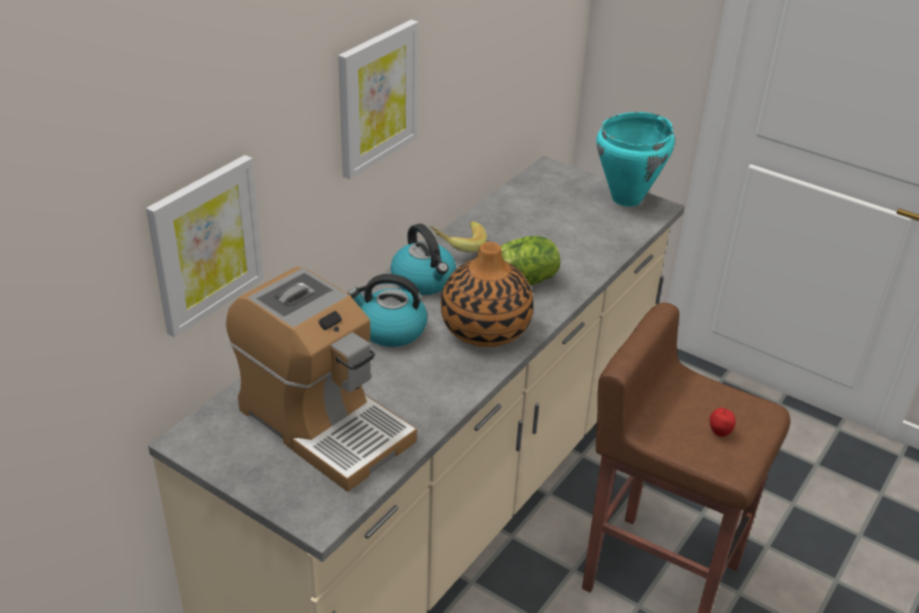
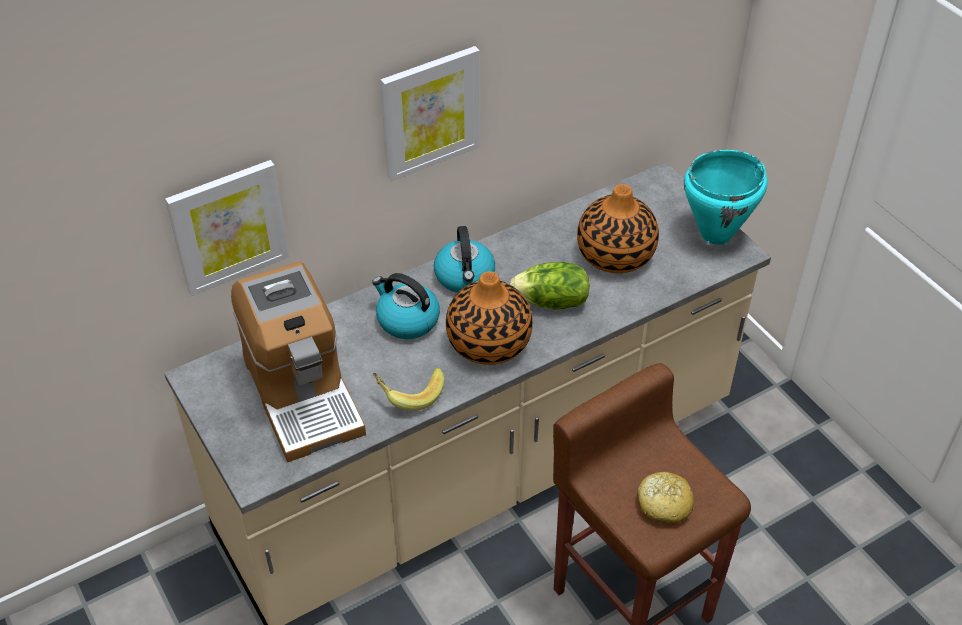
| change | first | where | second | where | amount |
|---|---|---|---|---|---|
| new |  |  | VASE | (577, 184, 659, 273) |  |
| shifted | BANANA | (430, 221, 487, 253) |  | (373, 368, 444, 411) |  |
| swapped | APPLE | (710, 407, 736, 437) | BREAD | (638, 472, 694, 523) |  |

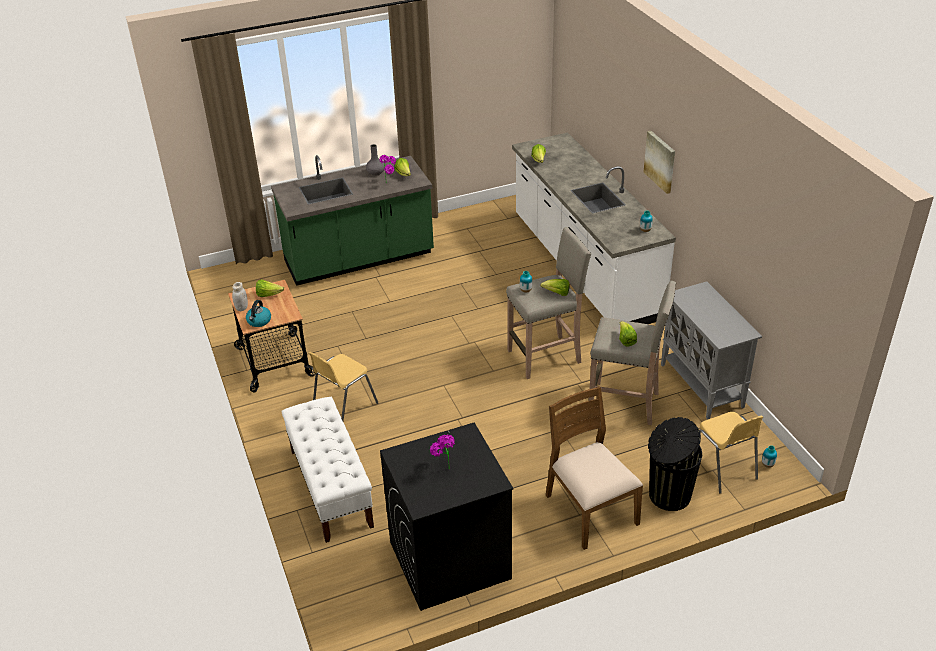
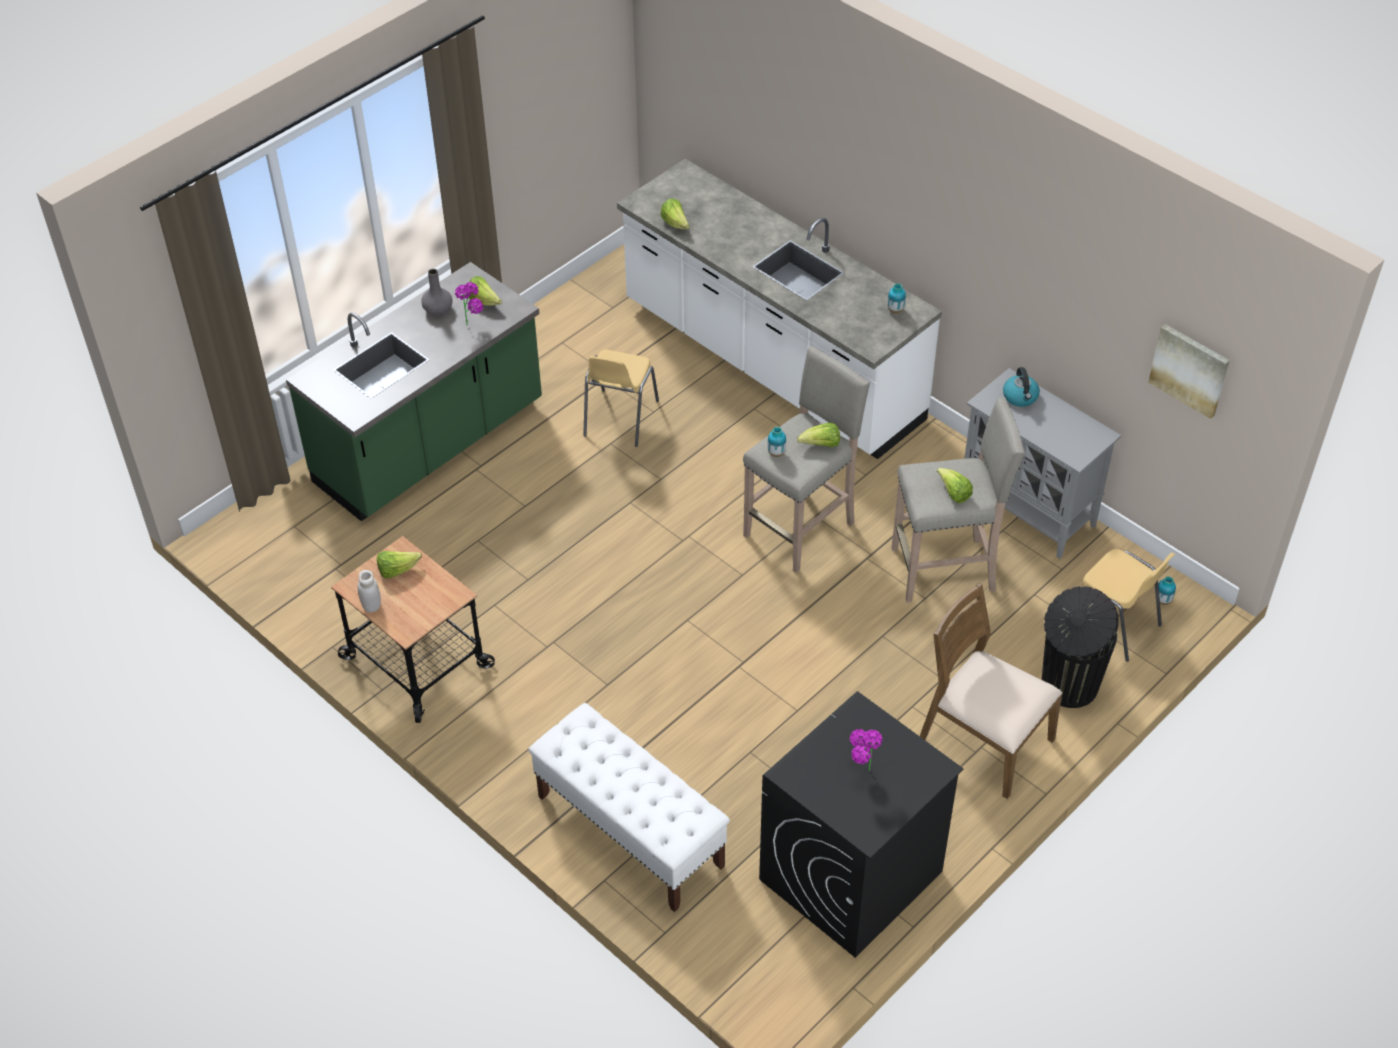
| change | first | where | second | where | amount |
|---|---|---|---|---|---|
| shifted | KETTLE | (246, 300, 271, 327) |  | (1003, 367, 1040, 407) |  |
| shifted | YELLOW CHAIR | (309, 352, 379, 421) |  | (583, 350, 659, 447) |  |
| shifted | PICTURE | (644, 131, 675, 194) |  | (1148, 324, 1230, 419) |  |

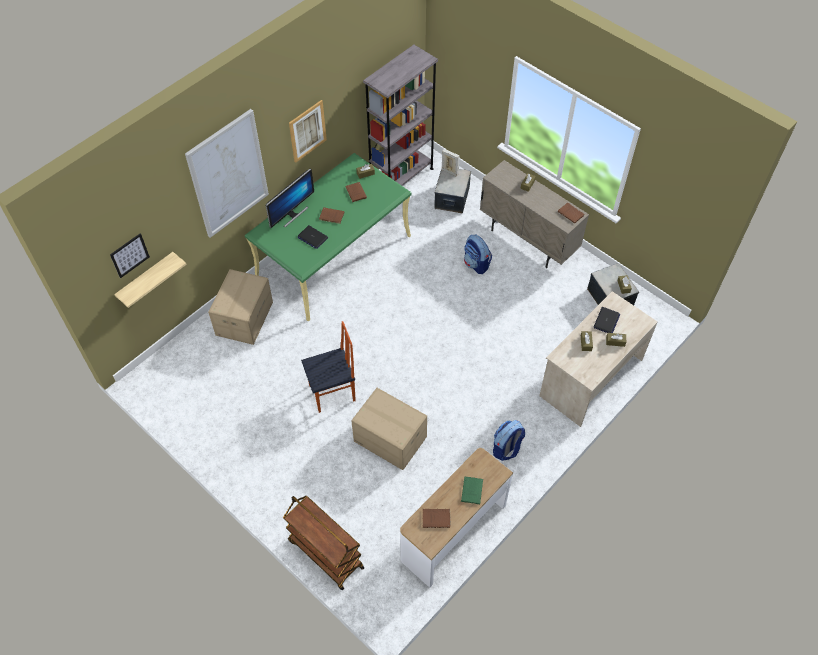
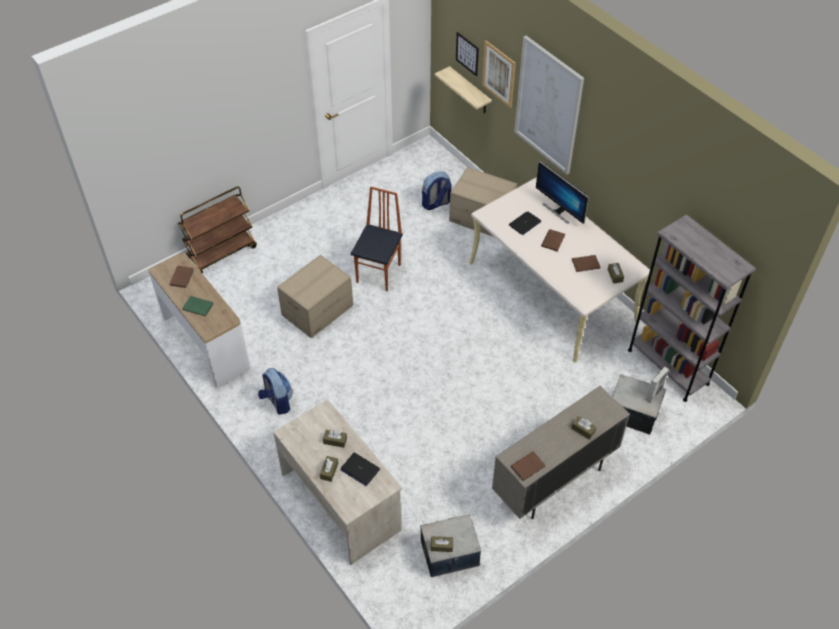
| change | first | where | second | where | amount |
|---|---|---|---|---|---|
| shifted | PICTURE | (289, 100, 327, 163) |  | (482, 41, 516, 108) |  |
| shifted | BACKPACK | (464, 234, 492, 274) |  | (422, 172, 451, 210) |  |
| repainted | GREEN DESK | (245, 153, 412, 322) | BEIGE DESK | (469, 177, 650, 363) |  |
| rotated | CHAIR | (301, 321, 356, 413) |  | (351, 186, 403, 291) | 150 degrees counterclockwise |

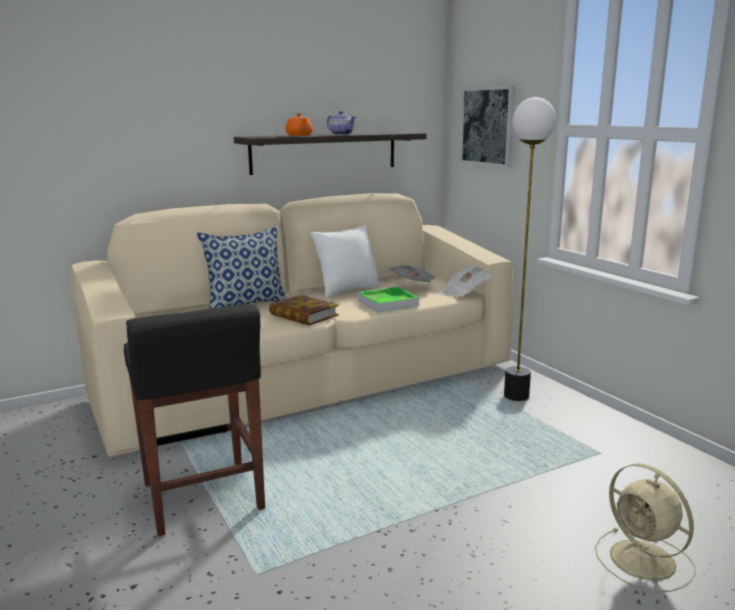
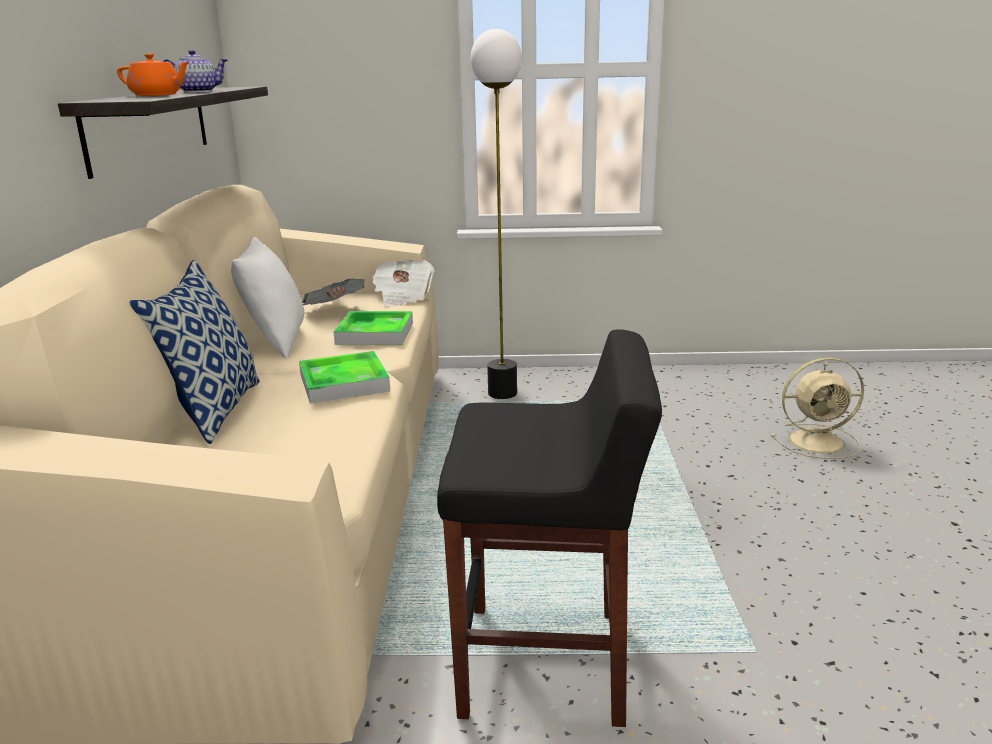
| change | first | where | second | where | amount |
|---|---|---|---|---|---|
| gone | PICTURE | (460, 86, 516, 167) |  |  |  |
| swapped | BOOK | (269, 295, 339, 325) | TRAY | (299, 351, 390, 403) |  |

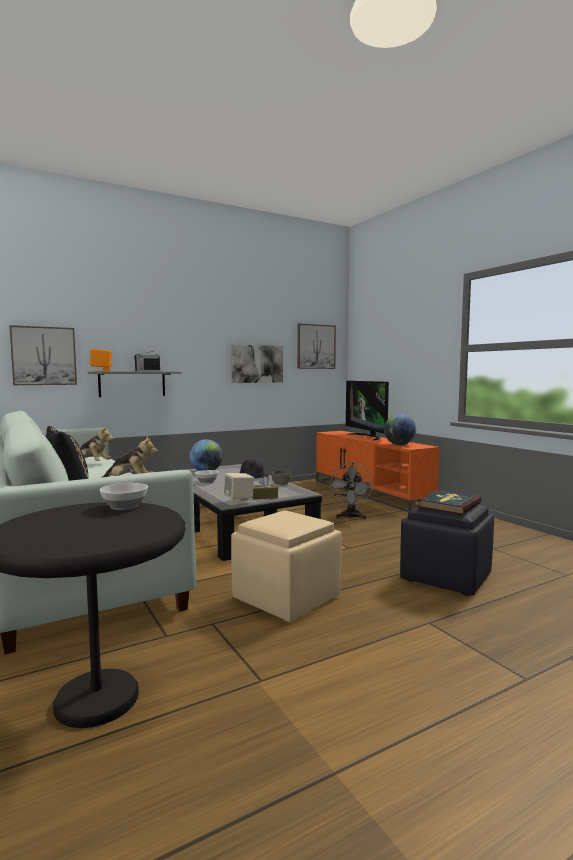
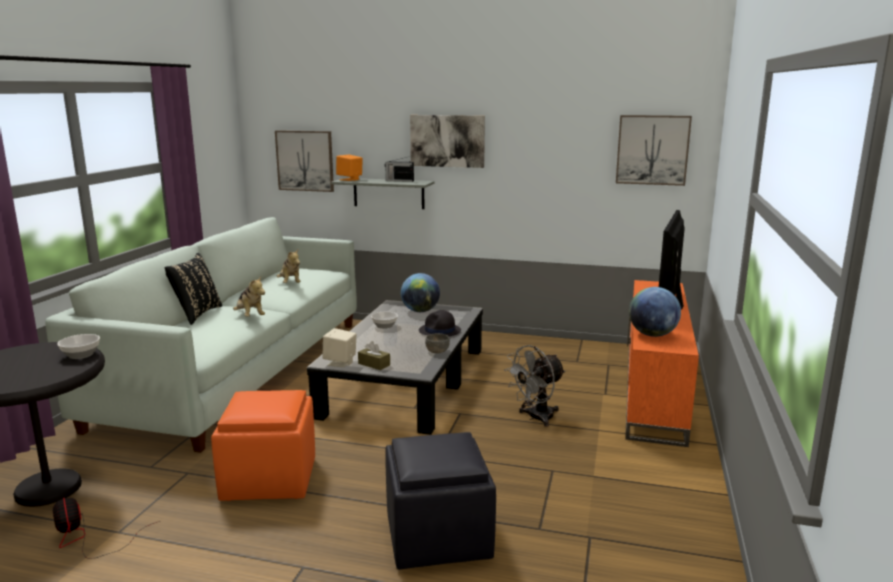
| change | first | where | second | where | amount |
|---|---|---|---|---|---|
| gone | BOOK | (419, 490, 481, 515) |  |  |  |
| new |  |  | FAN | (53, 497, 160, 559) |  |
| shifted | PICTURE | (231, 344, 283, 383) |  | (410, 115, 485, 168) |  |
| repainted | BEIGE OTTOMAN | (231, 510, 342, 622) | ORANGE OTTOMAN | (211, 390, 315, 501) |  |

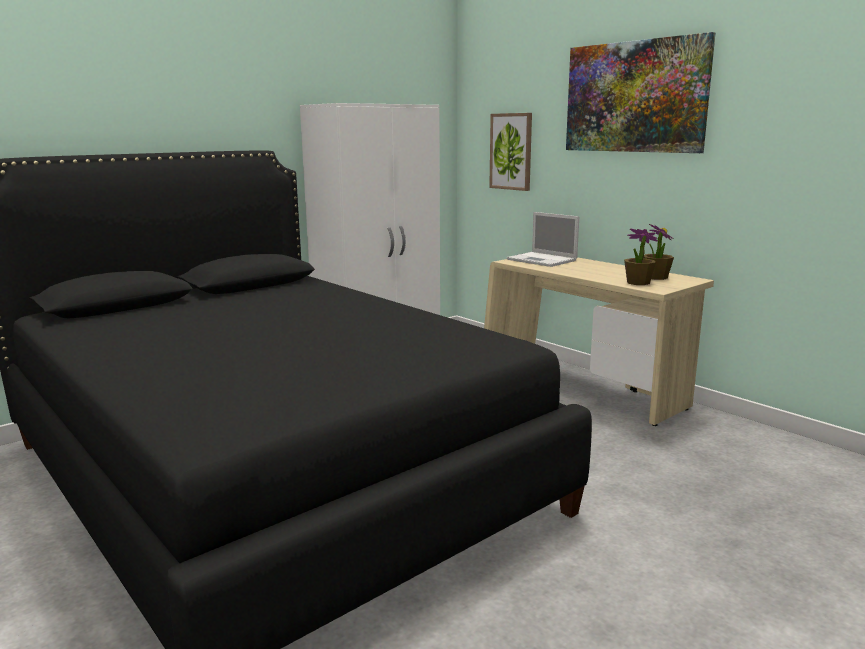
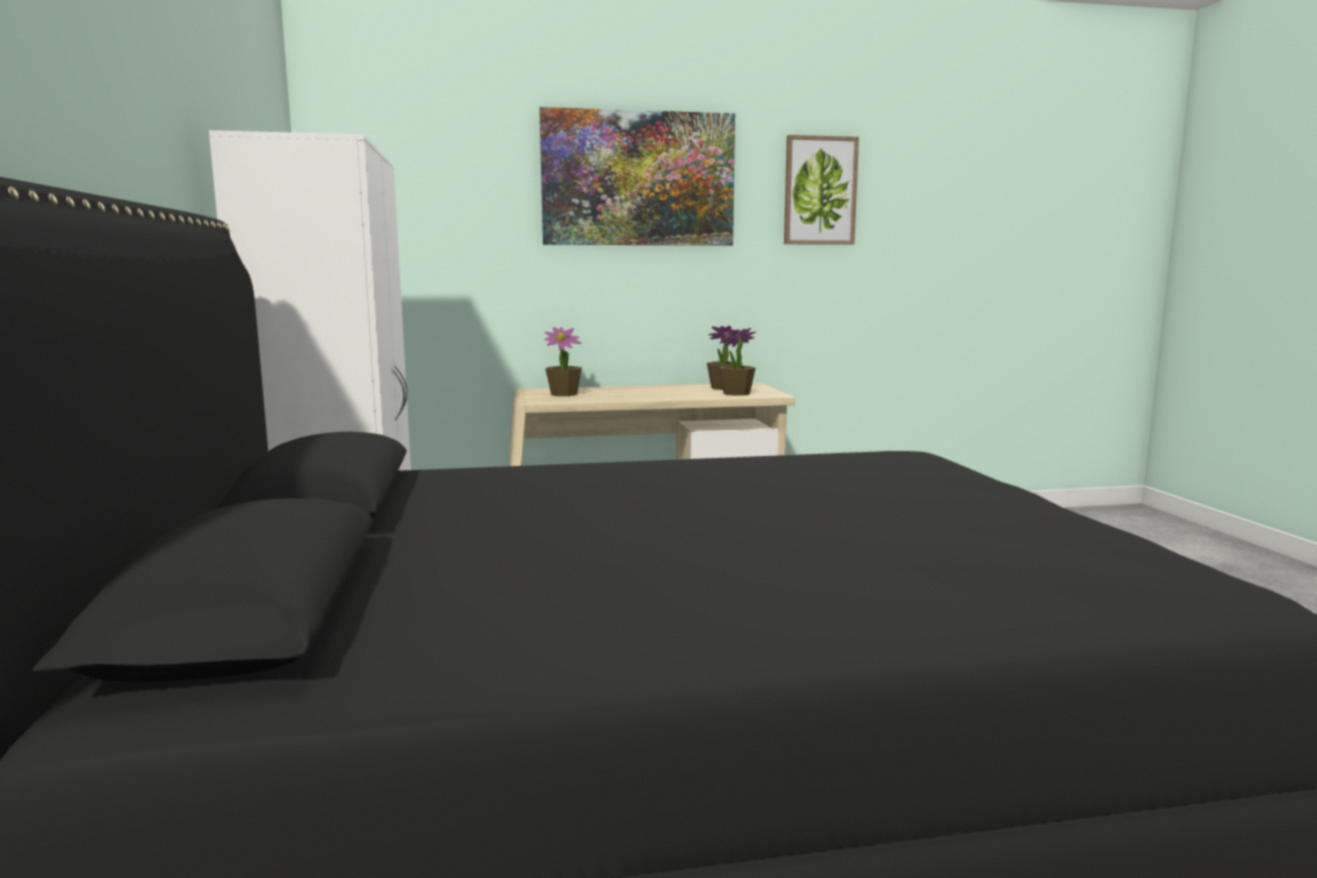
| change | first | where | second | where | amount |
|---|---|---|---|---|---|
| shifted | PICTURE | (489, 113, 532, 191) |  | (784, 135, 859, 245) |  |
| swapped | LAPTOP | (507, 212, 579, 267) | POTTED PLANT | (544, 327, 582, 396) |  |

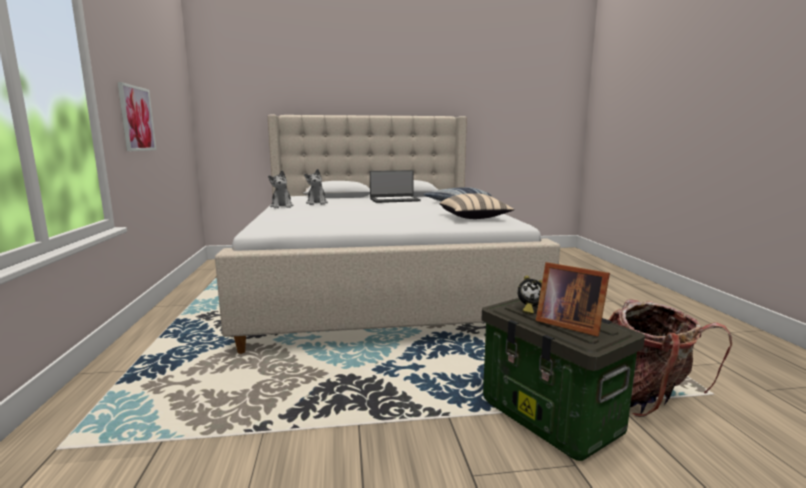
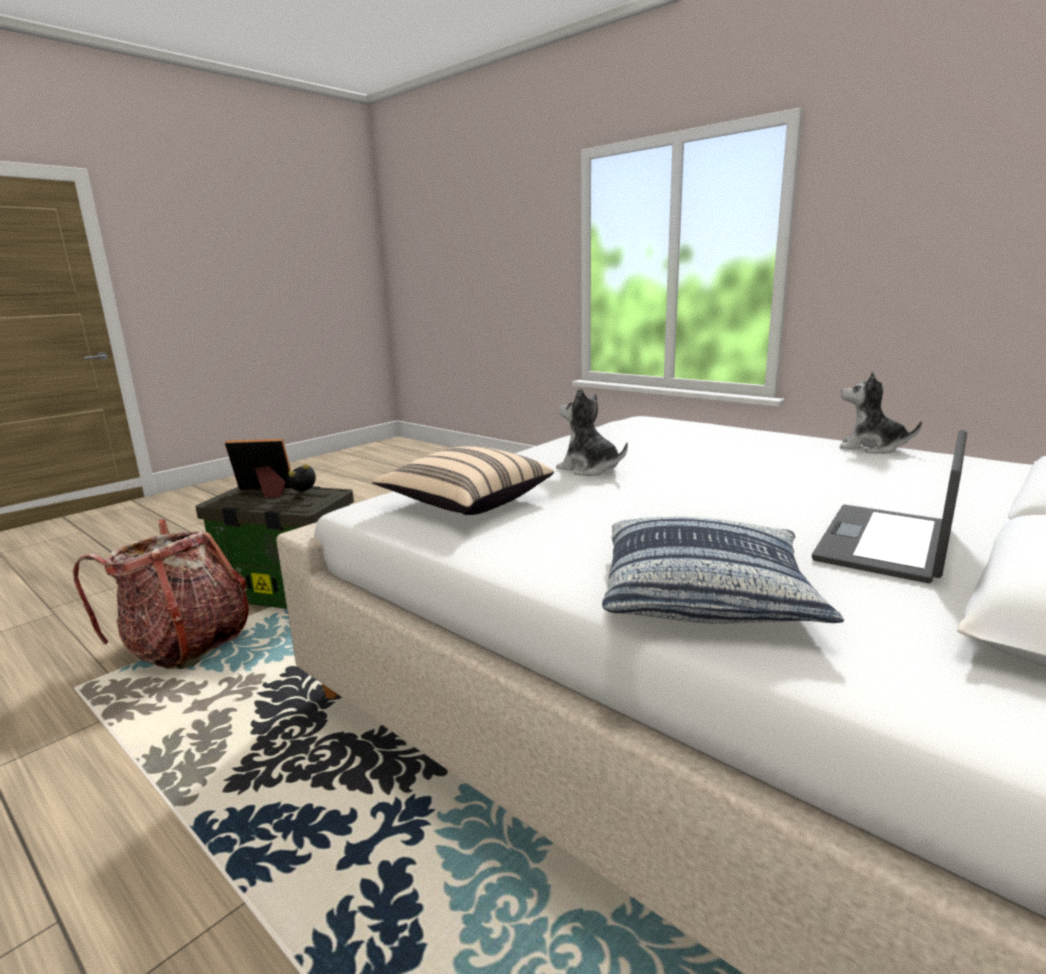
| change | first | where | second | where | amount |
|---|---|---|---|---|---|
| gone | PICTURE | (118, 82, 156, 151) |  |  |  |
| shifted | PLUSH TOY | (304, 169, 328, 205) |  | (556, 388, 628, 476) |  |

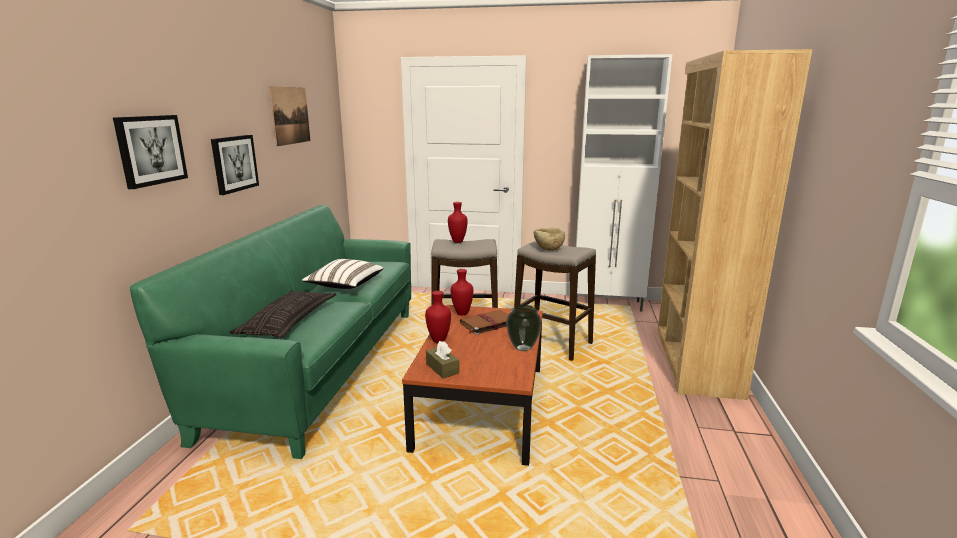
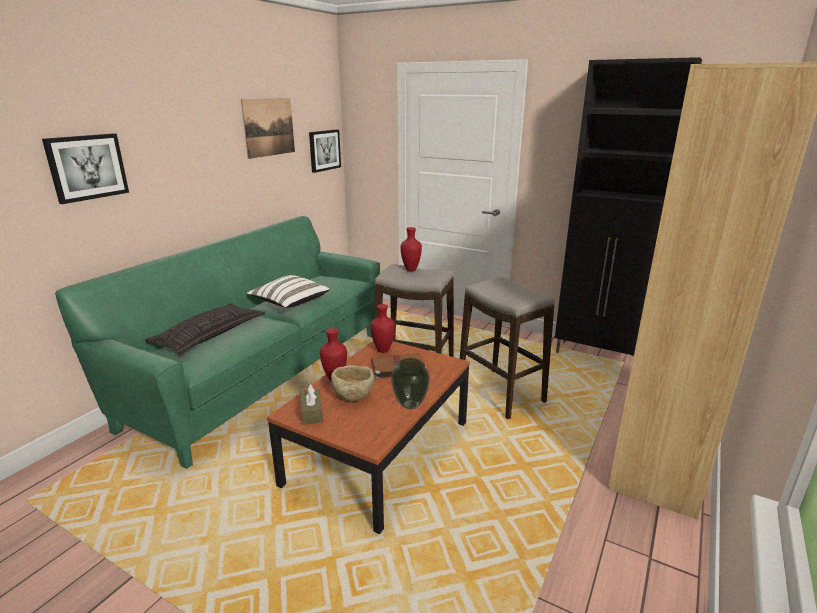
| change | first | where | second | where | amount |
|---|---|---|---|---|---|
| shifted | PICTURE | (211, 135, 259, 195) |  | (309, 129, 341, 173) |  |
| shifted | BEIGE BOWL | (534, 227, 565, 251) |  | (331, 365, 374, 402) |  |
| repainted | WHITE CABINET | (576, 54, 673, 312) | BLACK CABINET | (555, 57, 702, 356) |  |

